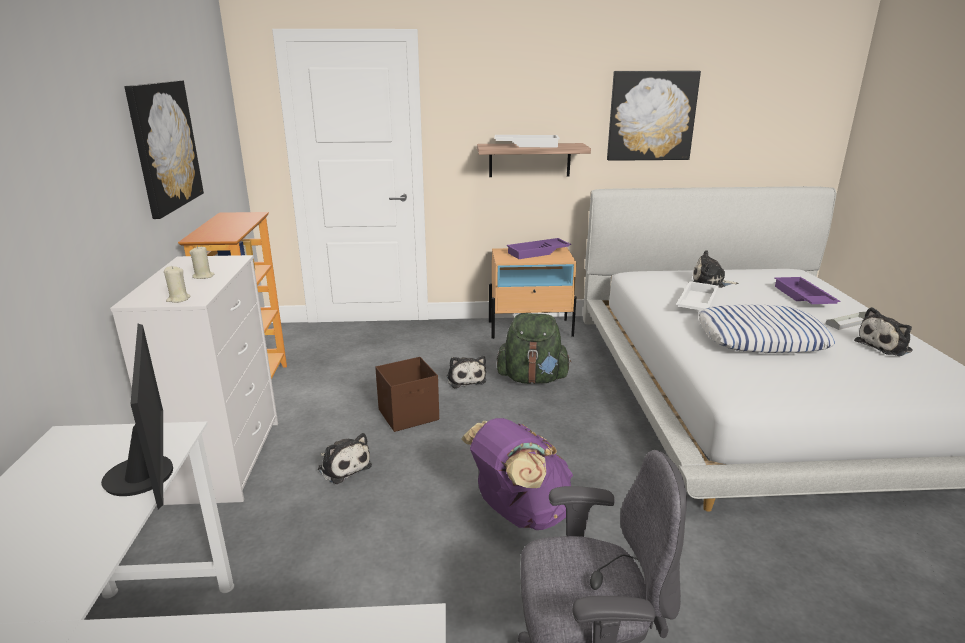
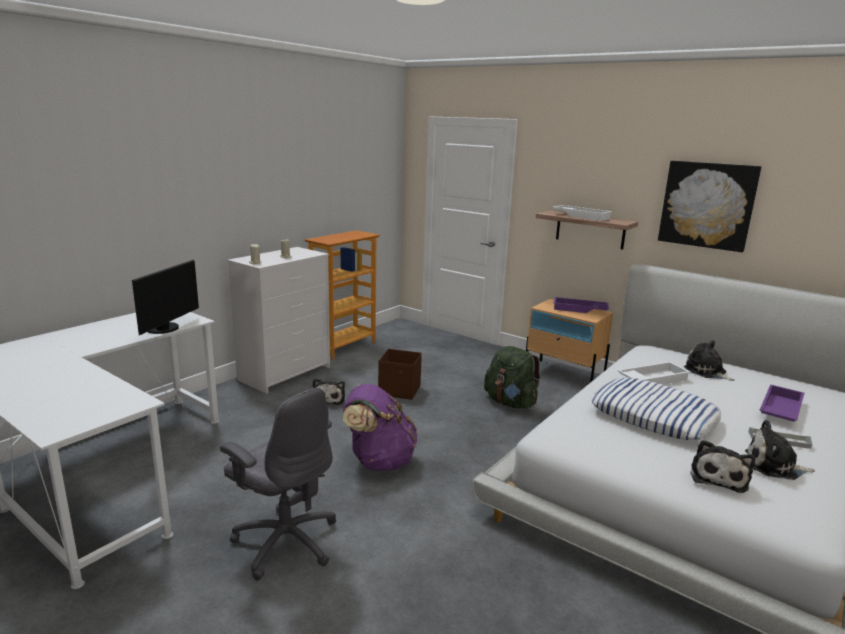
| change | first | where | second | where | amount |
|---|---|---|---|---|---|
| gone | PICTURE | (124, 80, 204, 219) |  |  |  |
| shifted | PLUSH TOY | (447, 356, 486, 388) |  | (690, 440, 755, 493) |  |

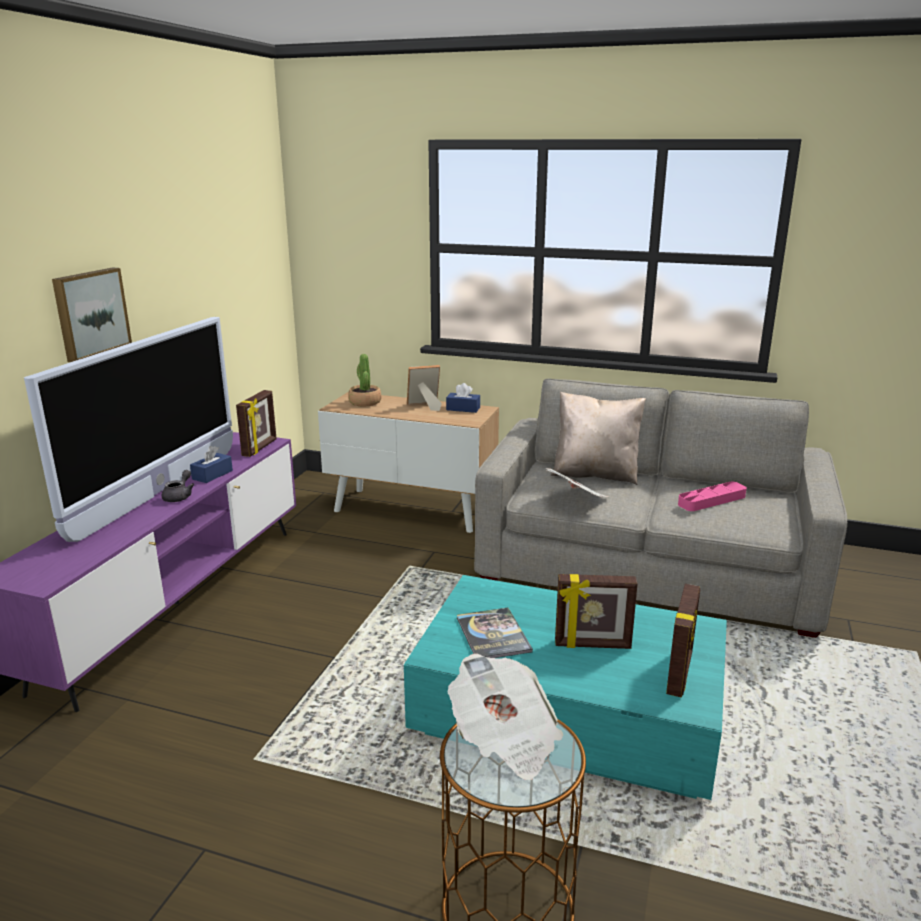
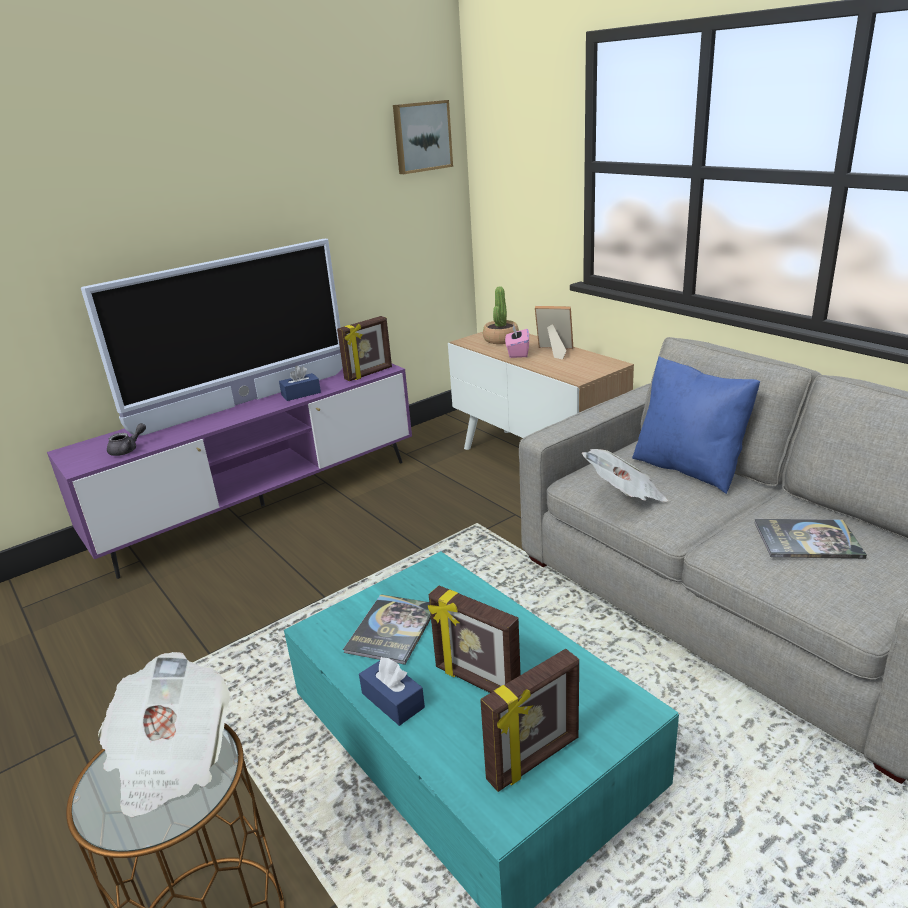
| change | first | where | second | where | amount |
|---|---|---|---|---|---|
| new |  |  | PINK TISSUE BOX | (505, 325, 529, 358) |  |
| shifted | PICTURE | (52, 268, 132, 362) |  | (393, 100, 453, 174) |  |
| shifted | GREY TEAPOT | (162, 470, 194, 502) |  | (107, 423, 146, 456) |  |
| shifted | BLUE TISSUE BOX | (446, 383, 480, 413) |  | (359, 657, 425, 726) |  |
| swapped | PINK TRAY | (678, 482, 747, 511) | BOOK | (754, 519, 867, 559) |  |
| repainted | BEIGE PILLOW | (551, 391, 646, 485) | BLUE PILLOW | (632, 356, 760, 494) |  |

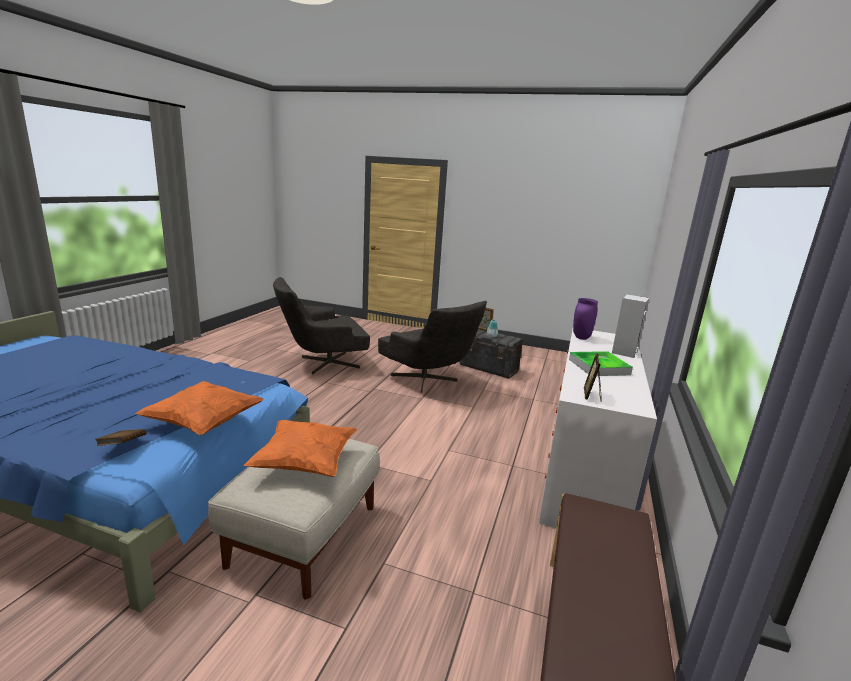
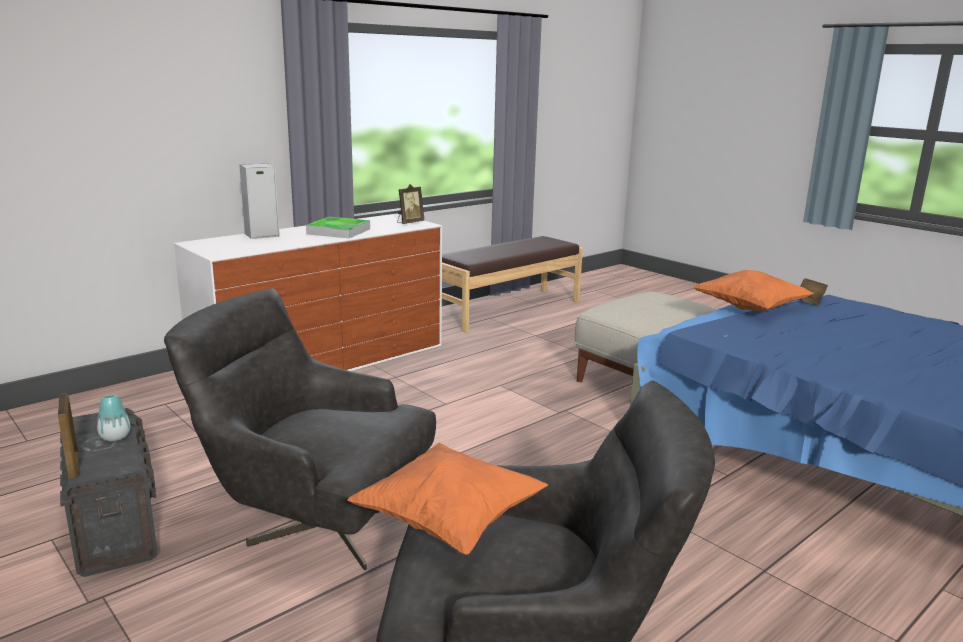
| change | first | where | second | where | amount |
|---|---|---|---|---|---|
| gone | PURPLE VASE | (573, 298, 598, 340) |  |  |  |
| shifted | ORANGE PILLOW | (244, 420, 357, 477) |  | (347, 443, 548, 555) |  |
| rotated | GREY ARMCHAIR | (378, 301, 487, 393) |  | (164, 288, 436, 570) | 60 degrees counterclockwise |

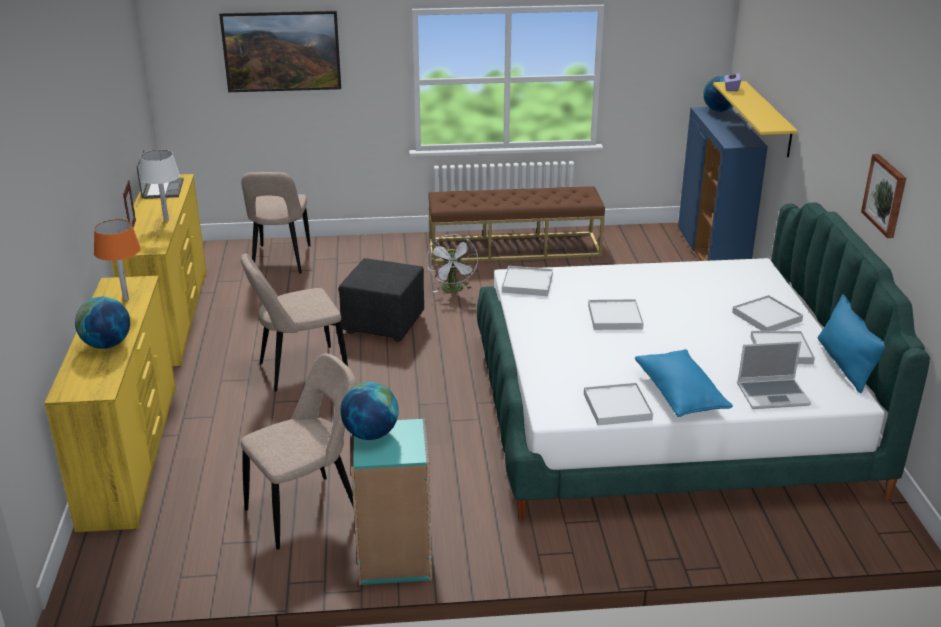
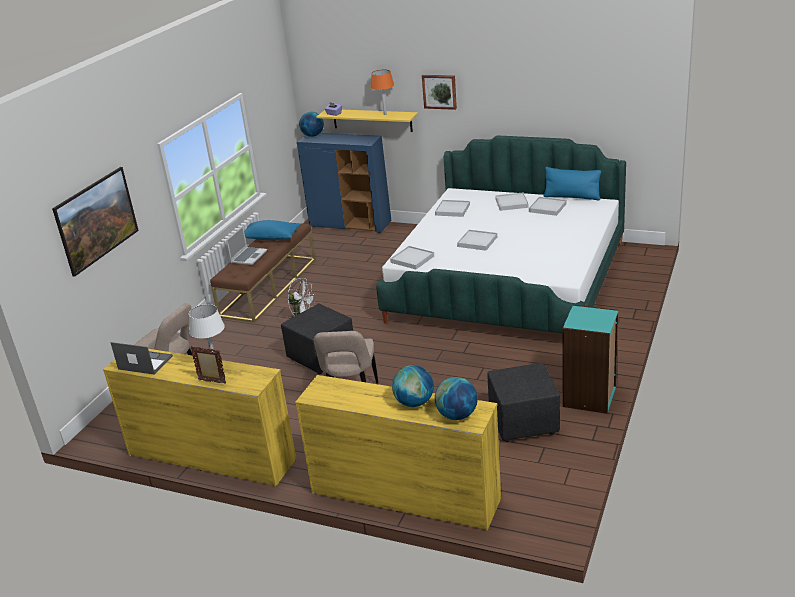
| change | first | where | second | where | amount |
|---|---|---|---|---|---|
| shifted | ORANGE TABLE LAMP | (94, 219, 141, 301) |  | (371, 70, 394, 115) |  |
| shifted | GLOBE | (340, 382, 399, 440) |  | (435, 377, 478, 420) |  |
| shifted | WHITE TRAY | (584, 383, 653, 425) |  | (435, 200, 470, 217) |  |
| shifted | BLUE PILLOW | (635, 349, 733, 417) |  | (244, 220, 300, 240) |  |
| shifted | LAPTOP | (737, 341, 811, 409) |  | (226, 226, 267, 265) |  |
| shifted | PICTURE | (861, 154, 906, 238) |  | (422, 75, 457, 110) |  |
| swapped | BEIGE CHAIR | (241, 354, 357, 550) | BLACK OTTOMAN | (487, 363, 560, 442) |  |

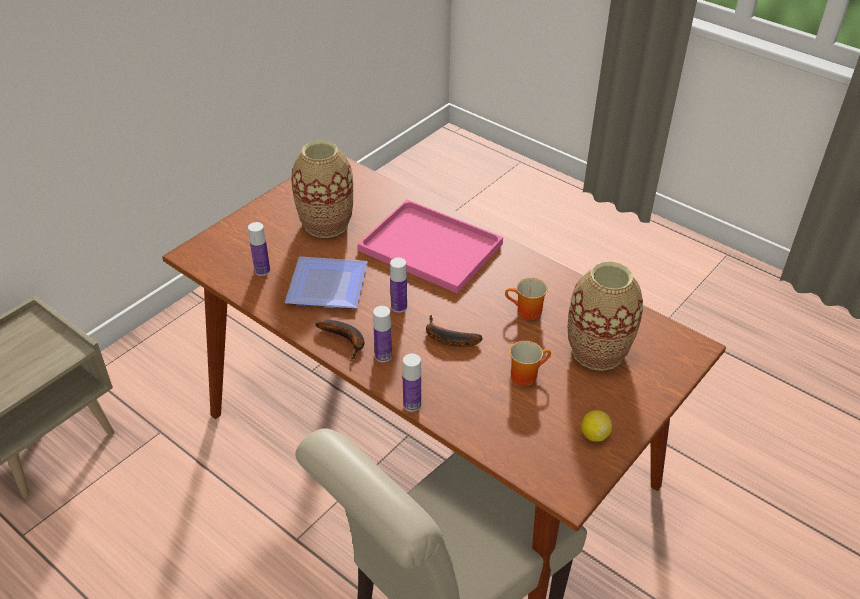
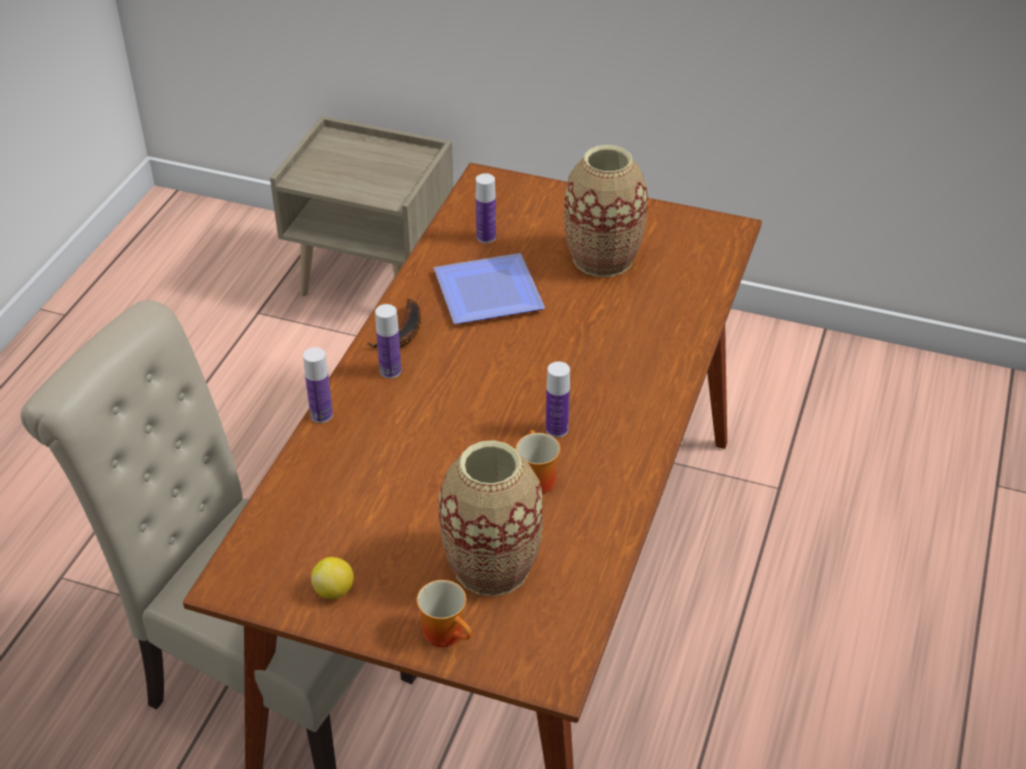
| change | first | where | second | where | amount |
|---|---|---|---|---|---|
| gone | PINK TRAY | (358, 200, 503, 294) |  |  |  |
| gone | BANANA | (426, 315, 483, 347) |  |  |  |
| shifted | BOTTLE | (390, 258, 407, 313) |  | (546, 361, 570, 438) |  |
| shifted | MUG | (510, 341, 551, 386) |  | (417, 580, 472, 647) |  |

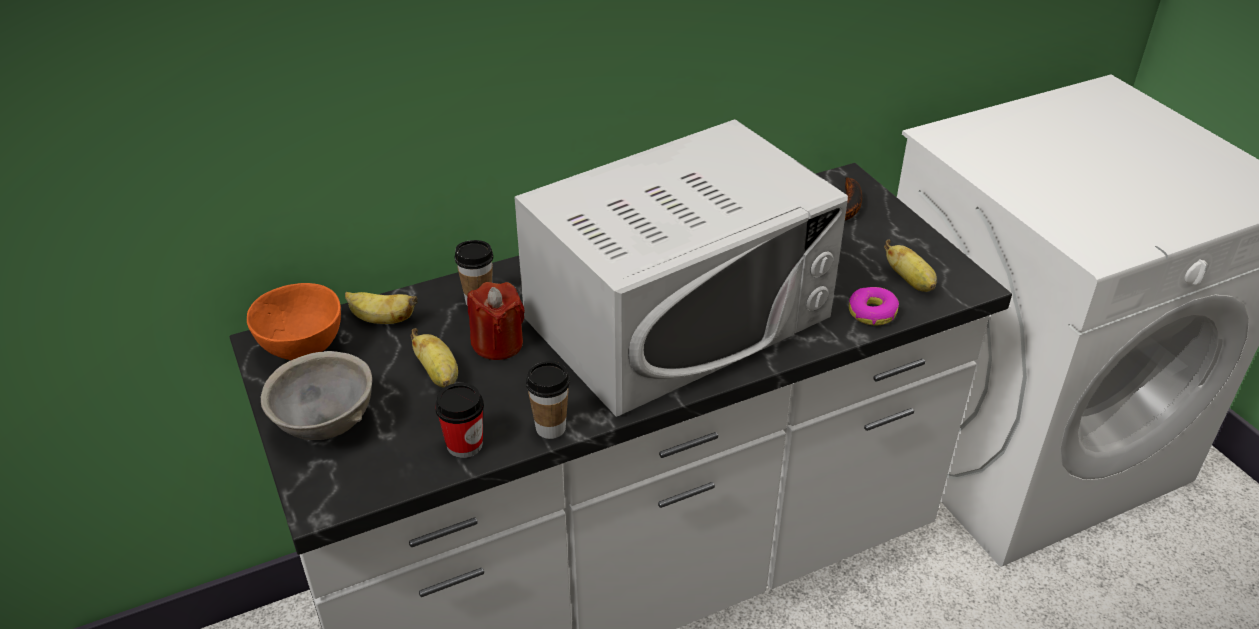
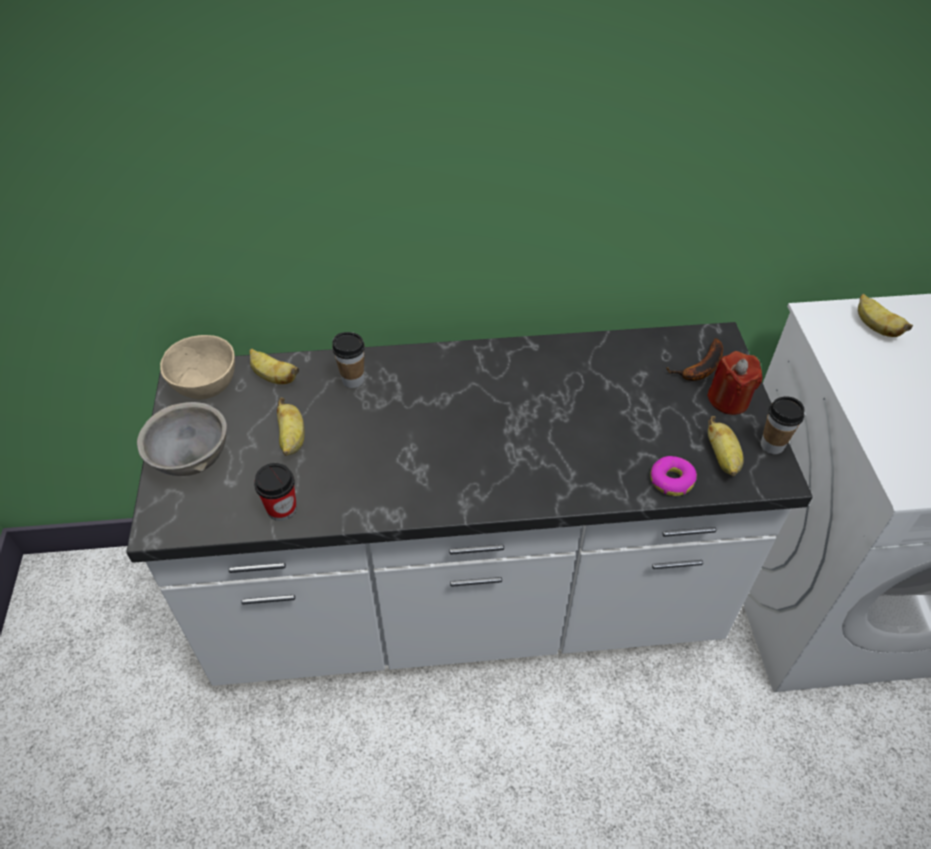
| change | first | where | second | where | amount |
|---|---|---|---|---|---|
| gone | WHITE MICROWAVE | (514, 119, 848, 417) |  |  |  |
| new |  |  | BANANA | (858, 294, 913, 337) |  |
| shifted | RED CANDLE | (467, 282, 525, 360) |  | (707, 351, 762, 415) |  |
| shifted | CUP | (526, 361, 570, 439) |  | (761, 396, 805, 454) |  |
| repainted | ORANGE BOWL | (247, 283, 341, 360) | BEIGE BOWL | (160, 335, 235, 399) |  |

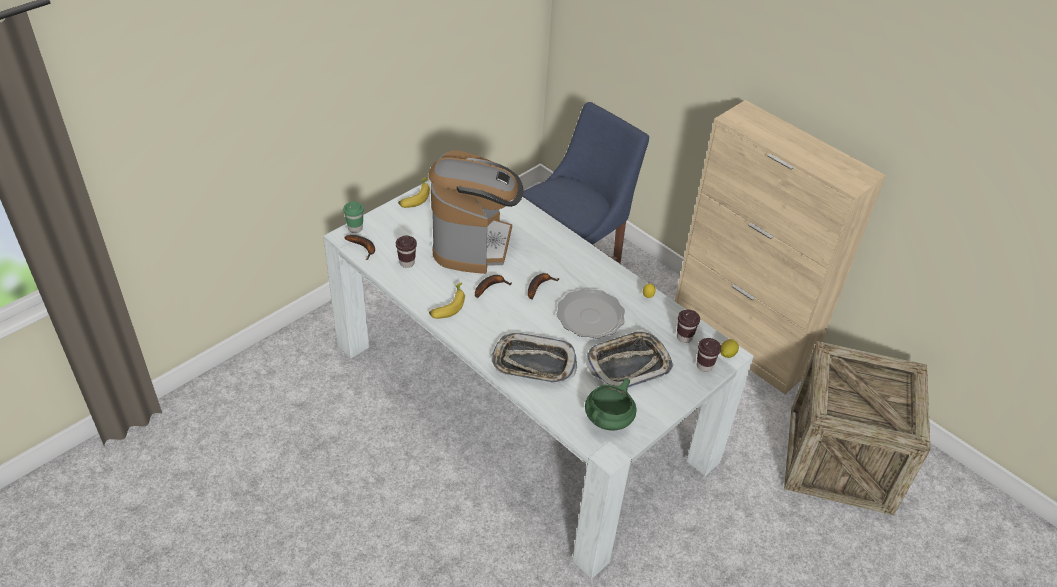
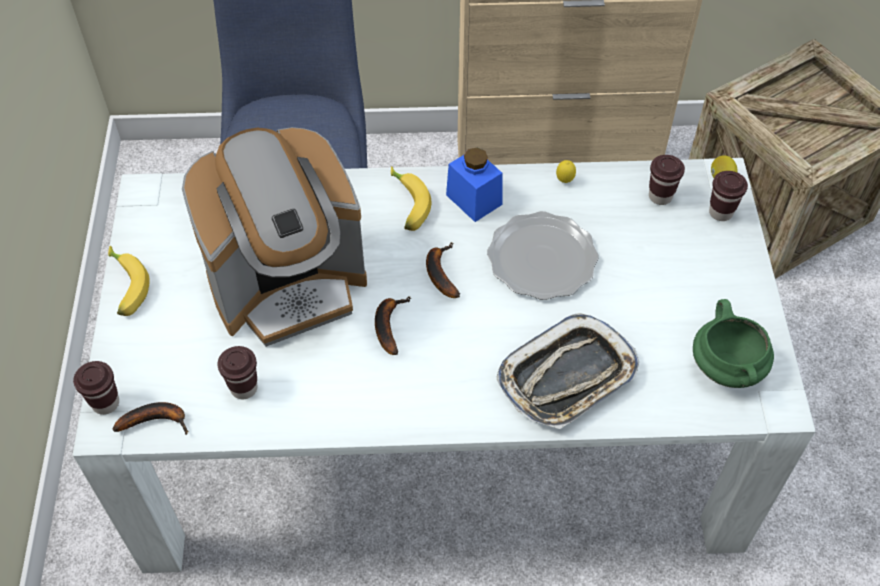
| change | first | where | second | where | amount |
|---|---|---|---|---|---|
| gone | TRAY | (586, 329, 673, 388) |  |  |  |
| new |  |  | BLUE JAR | (446, 148, 503, 222) |  |
| shifted | BANANA | (429, 282, 465, 319) |  | (391, 166, 431, 231) |  |
| repainted | GREEN CUP | (343, 201, 364, 233) | BROWN CUP | (73, 361, 119, 415) |  |
| rotated | COFFEE MACHINE | (429, 151, 524, 274) |  | (182, 127, 367, 347) | 105 degrees clockwise |

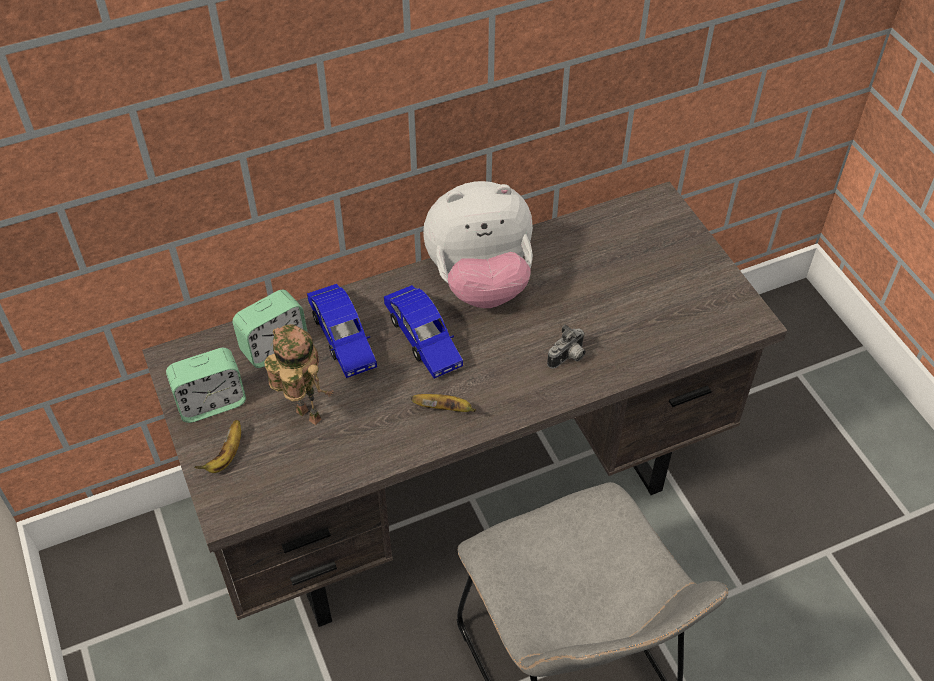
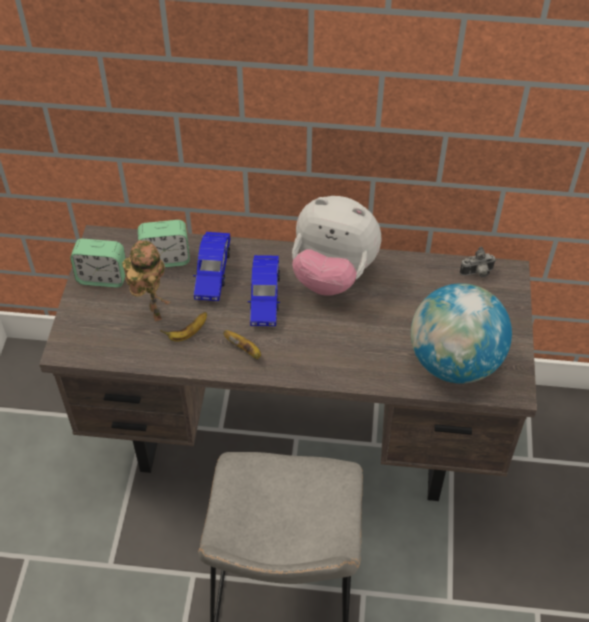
| change | first | where | second | where | amount |
|---|---|---|---|---|---|
| new |  |  | GLOBE | (411, 283, 512, 384) |  |
| shifted | BANANA | (195, 420, 241, 473) |  | (160, 312, 207, 342) |  |
| shifted | PHOTO CAMERA | (547, 324, 586, 369) |  | (460, 247, 496, 277) |  |

